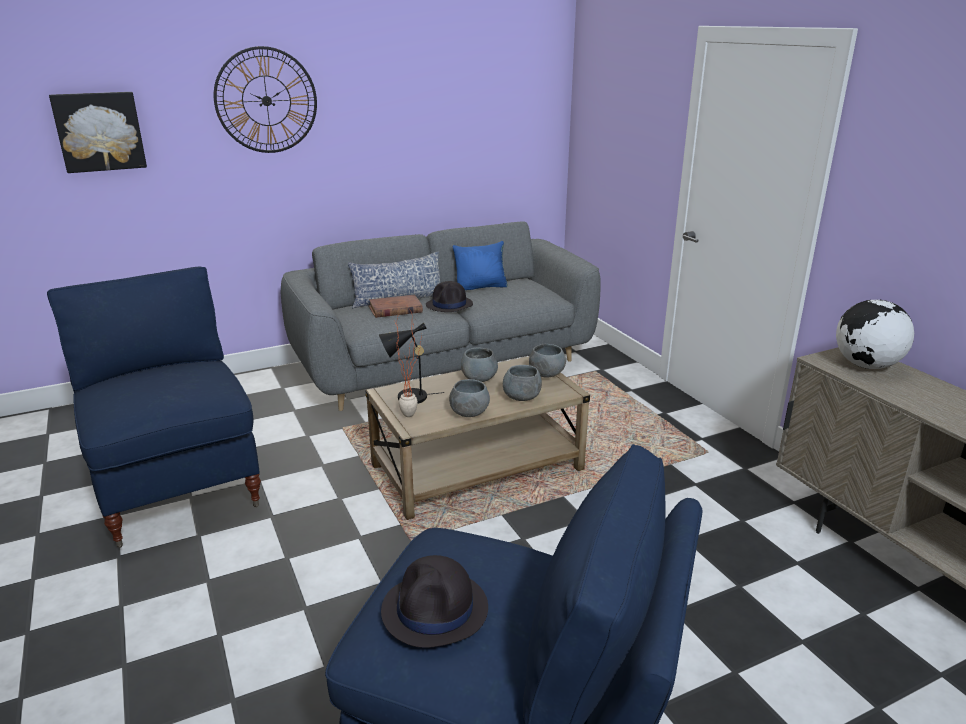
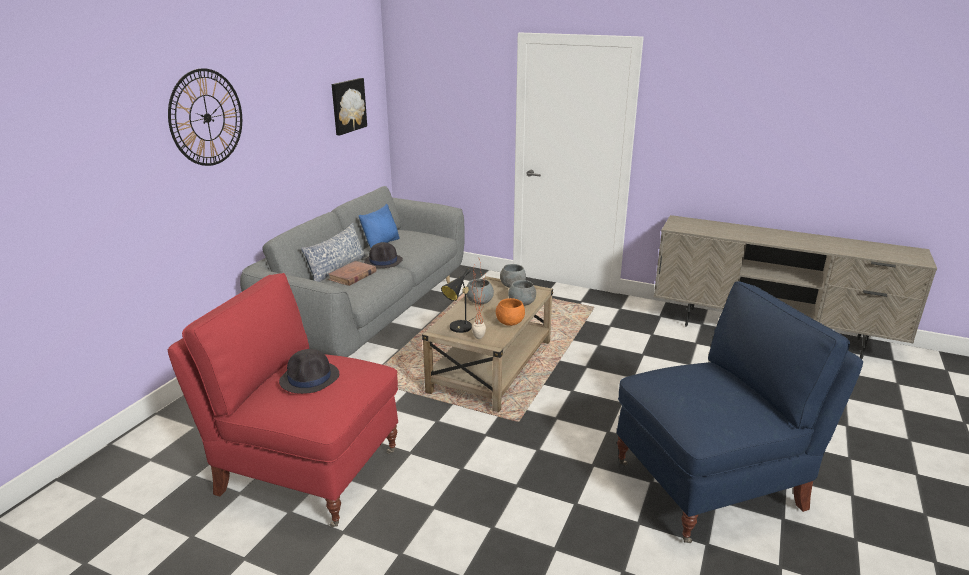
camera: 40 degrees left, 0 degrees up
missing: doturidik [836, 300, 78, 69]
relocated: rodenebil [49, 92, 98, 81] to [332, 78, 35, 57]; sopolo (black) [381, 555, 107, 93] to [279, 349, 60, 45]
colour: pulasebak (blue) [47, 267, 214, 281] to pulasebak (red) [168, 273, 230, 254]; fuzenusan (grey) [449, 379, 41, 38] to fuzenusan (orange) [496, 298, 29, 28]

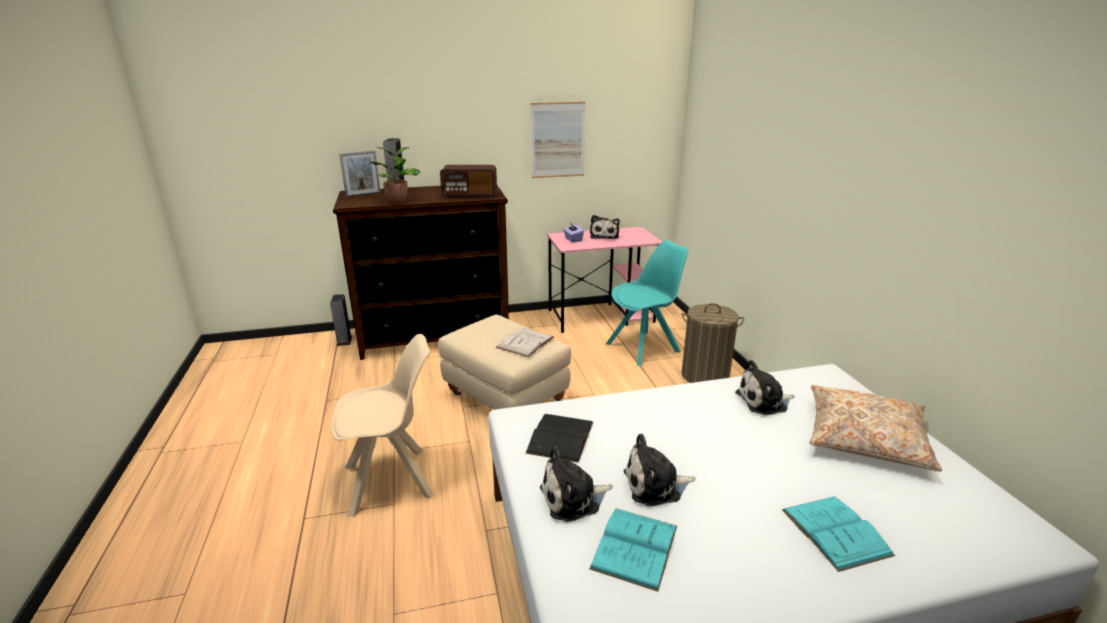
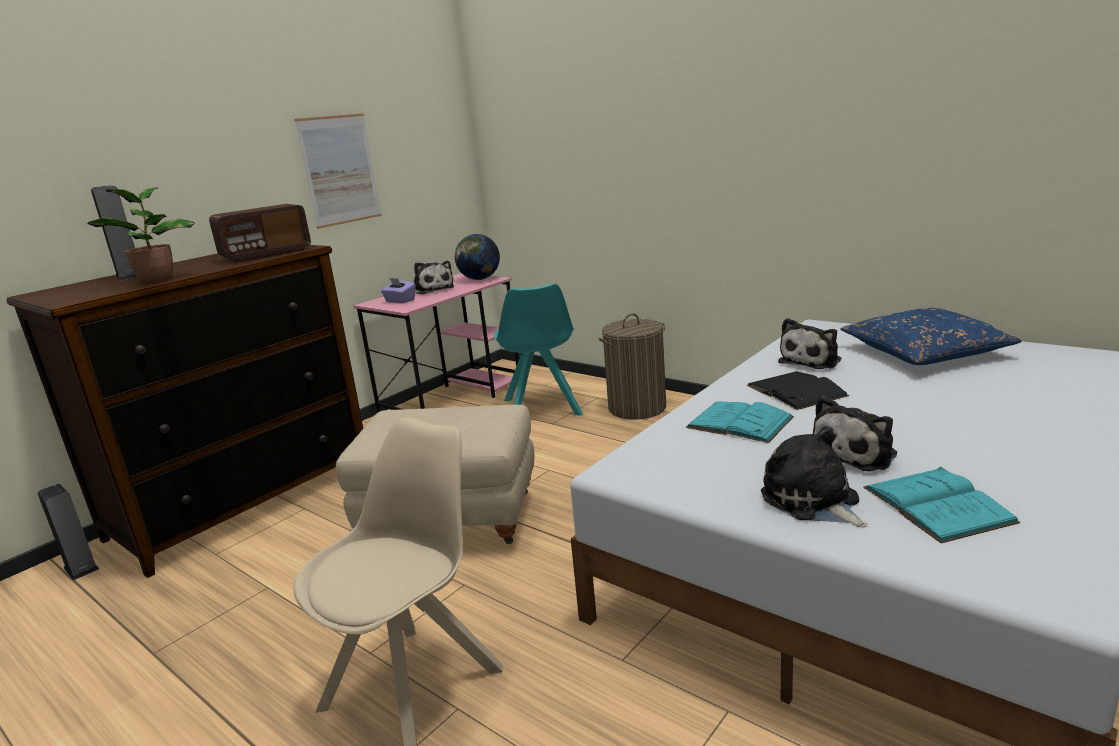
camera: 35 degrees left, 5 degrees down
missing: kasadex [339, 151, 42, 46]; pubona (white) [496, 328, 58, 29]
appeared: doturidik [455, 234, 45, 46]
relocated: pubona (black) [526, 414, 67, 49] to [747, 371, 102, 39]; pubona (turquoise) [782, 496, 113, 76] to [686, 401, 108, 42]
colour: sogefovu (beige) [810, 385, 132, 87] to sogefovu (blue) [840, 308, 182, 57]
spun: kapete [540, 447, 73, 75] = [761, 427, 107, 100] 120 degrees clockwise; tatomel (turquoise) [606, 240, 82, 126] = [494, 283, 89, 133] 150 degrees clockwise

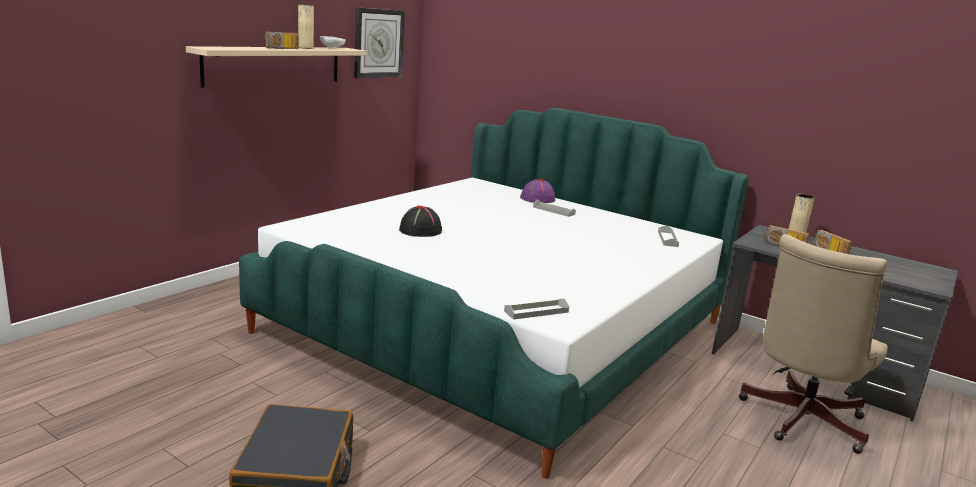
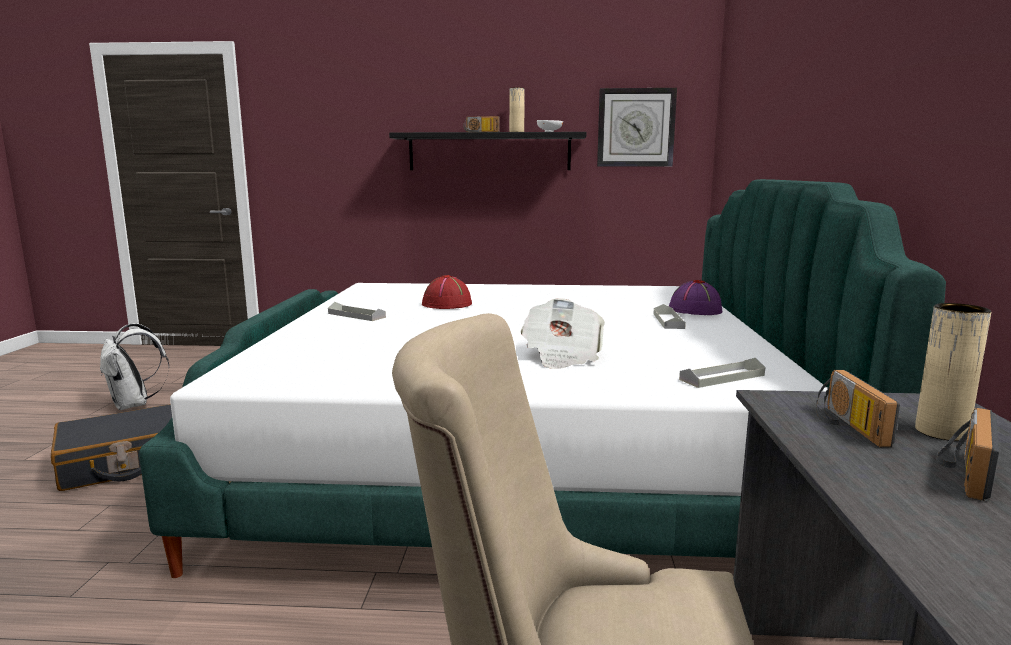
camera: 60 degrees right, 5 degrees down
appeared: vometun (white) [100, 323, 69, 87]; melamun [521, 298, 84, 71]
relocated: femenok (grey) [504, 299, 65, 21] to [328, 302, 58, 19]
colour: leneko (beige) [186, 46, 180, 42] to leneko (black) [389, 132, 198, 38]; sopolo (black) [399, 205, 43, 32] to sopolo (red) [422, 275, 50, 34]

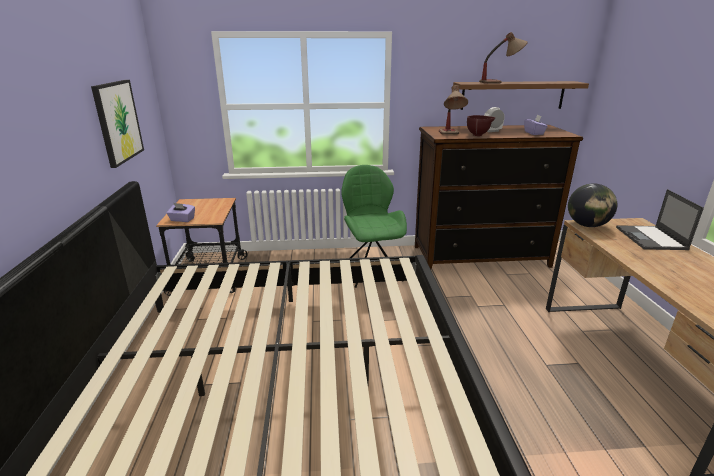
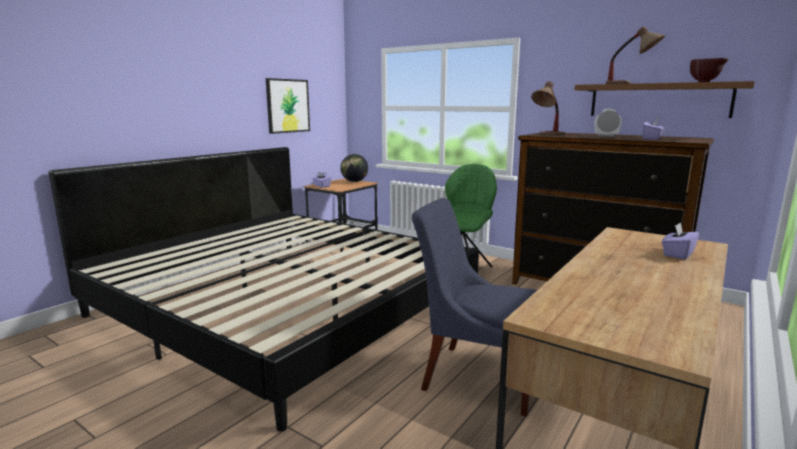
camera: 40 degrees right, 10 degrees down
appeared: tatomel (blue) [412, 198, 125, 219]
relocated: fuzenusan (brown) [467, 115, 28, 21] to [690, 58, 38, 24]; doturidik [568, 184, 49, 43] to [340, 154, 28, 28]
exchanged: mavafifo [616, 189, 88, 61] to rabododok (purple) [662, 222, 37, 38]

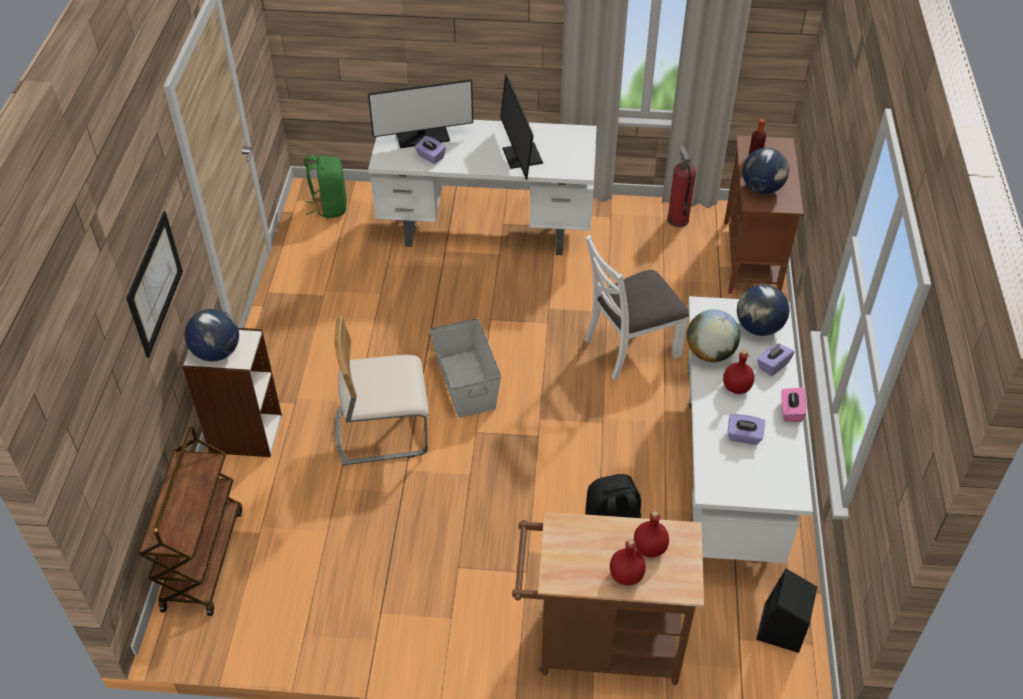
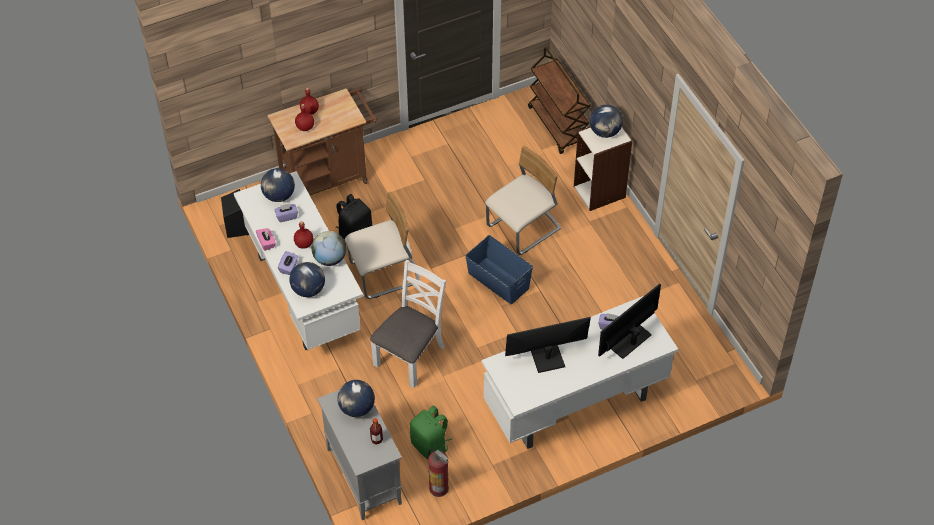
camera: 150 degrees right, 5 degrees up
missing: rodenebil [126, 211, 57, 147]
appeared: doturidik [261, 168, 34, 34]; tatomel (beige) [345, 192, 75, 107]
relocated: vometun (green) [305, 155, 42, 63] to [410, 405, 42, 54]
colour: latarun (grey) [429, 318, 72, 100] to latarun (blue) [465, 235, 68, 70]; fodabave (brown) [724, 135, 80, 159] to fodabave (grey) [317, 390, 85, 130]
spun: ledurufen [500, 74, 43, 106] = [505, 317, 86, 56] 60 degrees counterclockwise

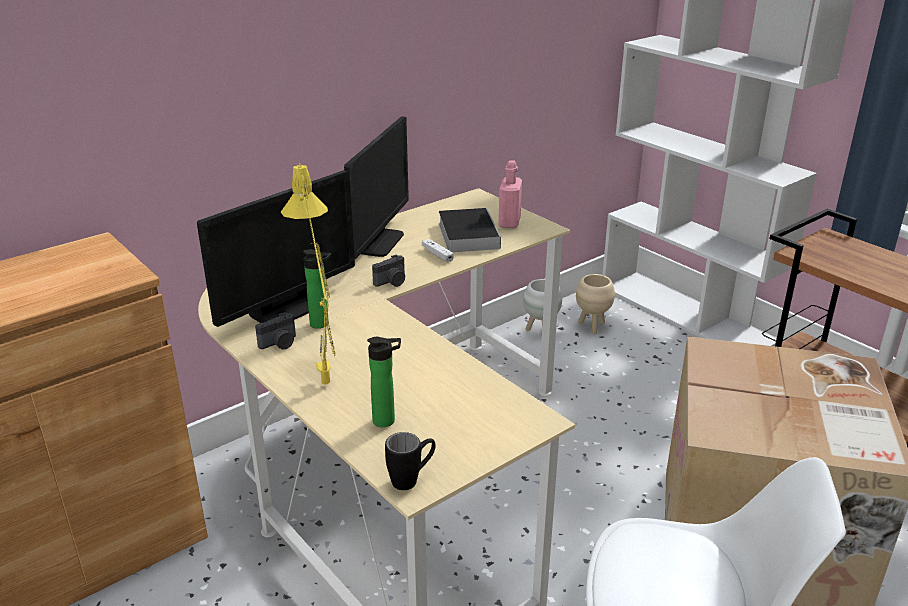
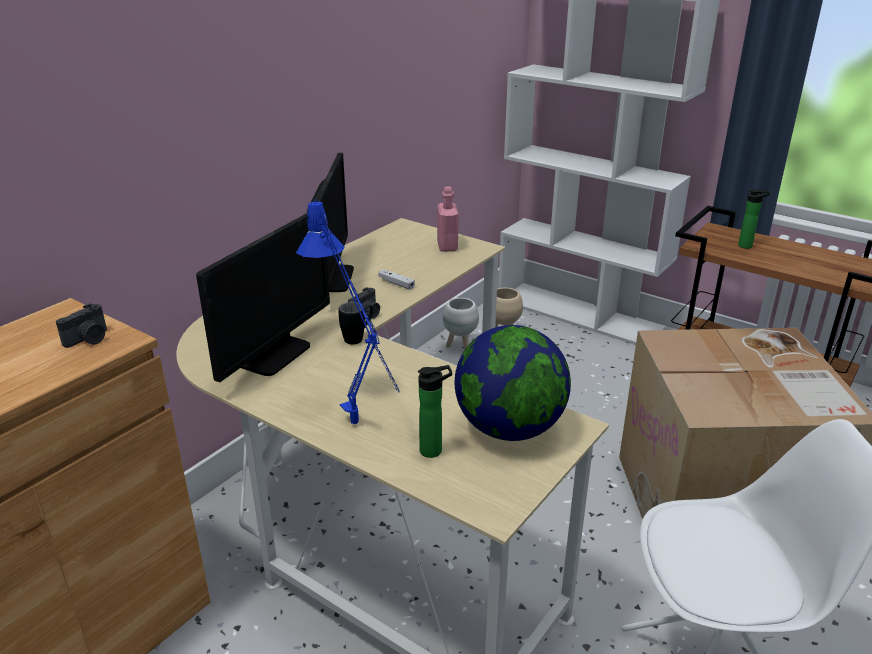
camera: 15 degrees left, 0 degrees up
missing: pubona [439, 208, 62, 44]
appeared: doturidik [455, 325, 116, 116]
relocated: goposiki [255, 312, 41, 37] to [56, 303, 51, 45]; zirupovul [303, 249, 28, 80] to [738, 189, 32, 60]; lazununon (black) [385, 432, 51, 58] to [338, 302, 35, 43]
colour: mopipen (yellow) [281, 162, 55, 222] to mopipen (blue) [296, 199, 103, 225]

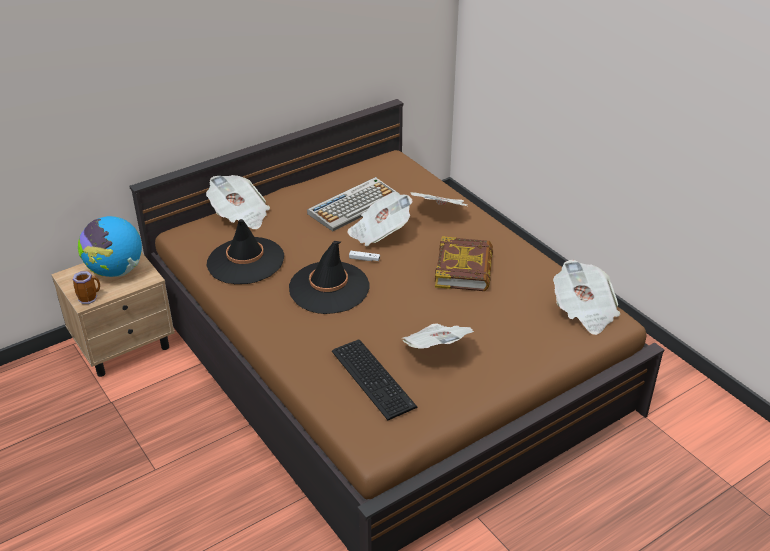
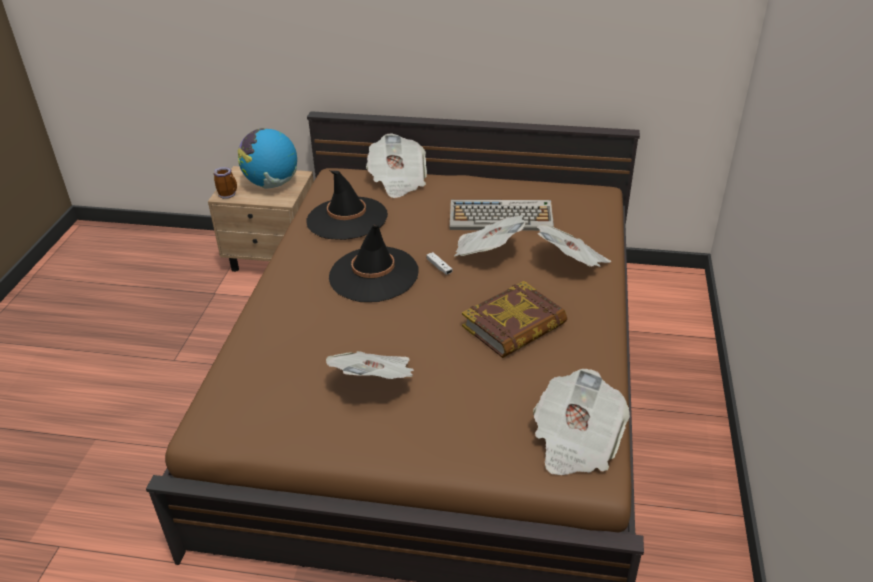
camera: 45 degrees right, 0 degrees up
missing: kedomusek [332, 340, 85, 80]

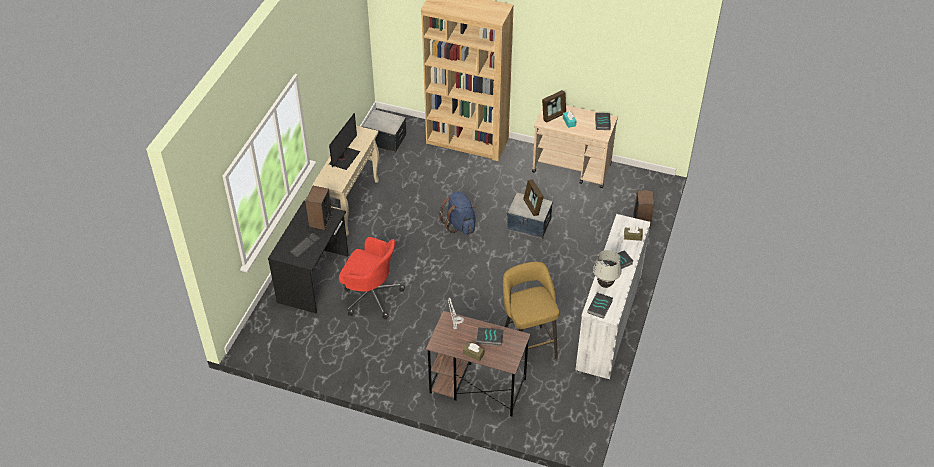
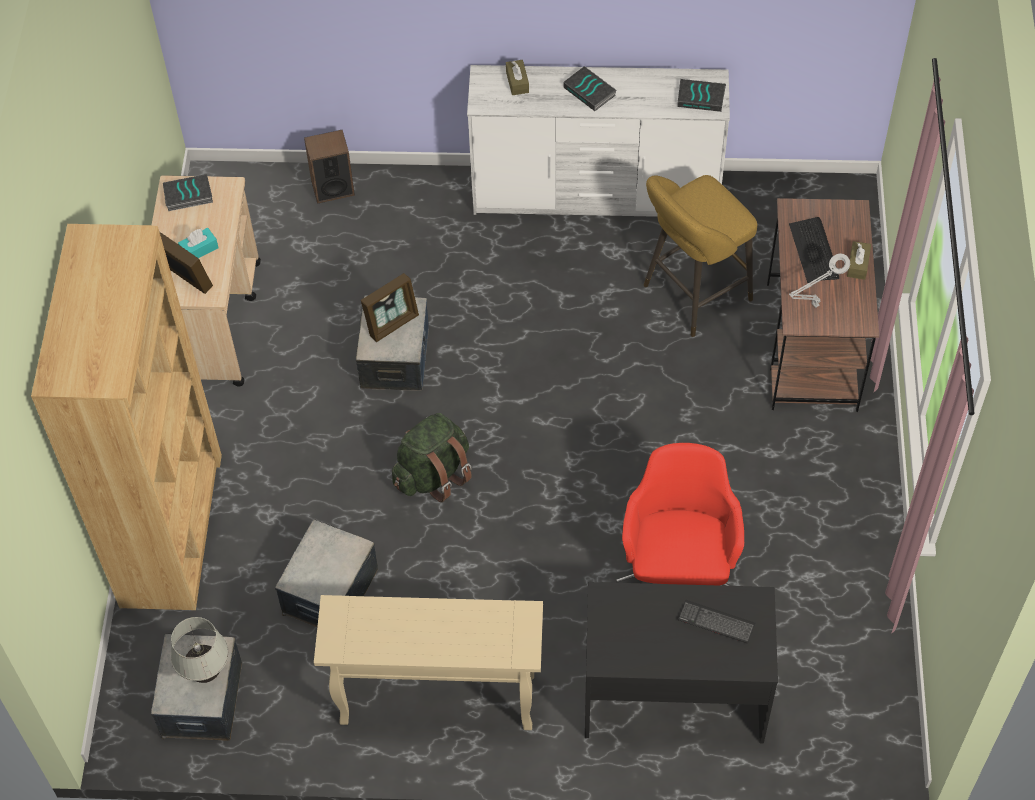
camera: 105 degrees left, 10 degrees up
missing: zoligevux [305, 186, 27, 44]; ledurufen [329, 113, 31, 57]
appeared: latarun [275, 519, 103, 108]
relocated: mopipen (white) [593, 250, 29, 38] to [171, 617, 58, 66]
exchanged: pubona [476, 327, 27, 19] to kedomusek [789, 217, 50, 66]
colour: vometun (blue) [439, 191, 37, 44] to vometun (green) [392, 413, 80, 89]

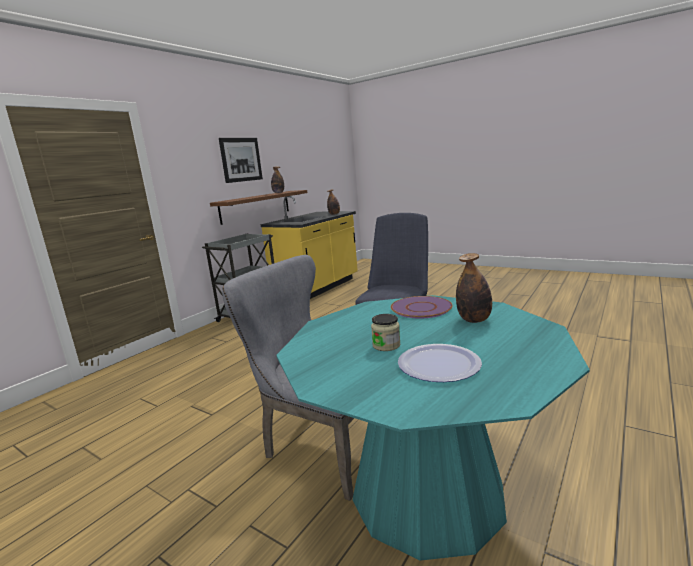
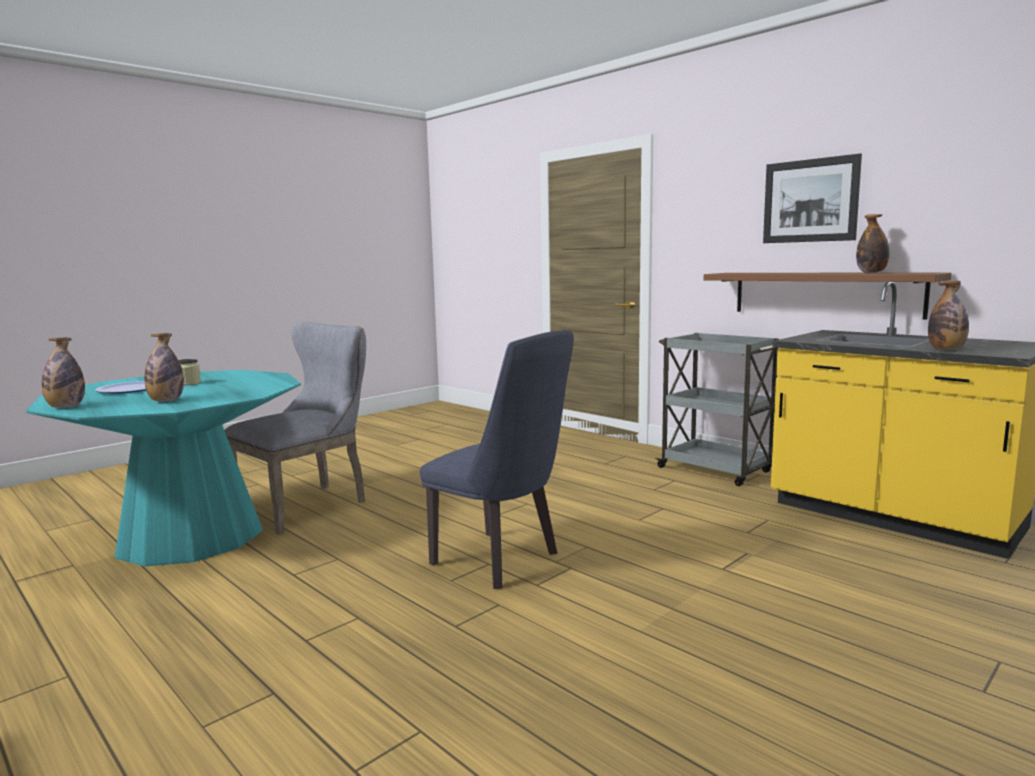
camera: 100 degrees right, 5 degrees down
missing: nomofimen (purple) [391, 296, 62, 23]
appeared: zirupovul [42, 338, 43, 70]

